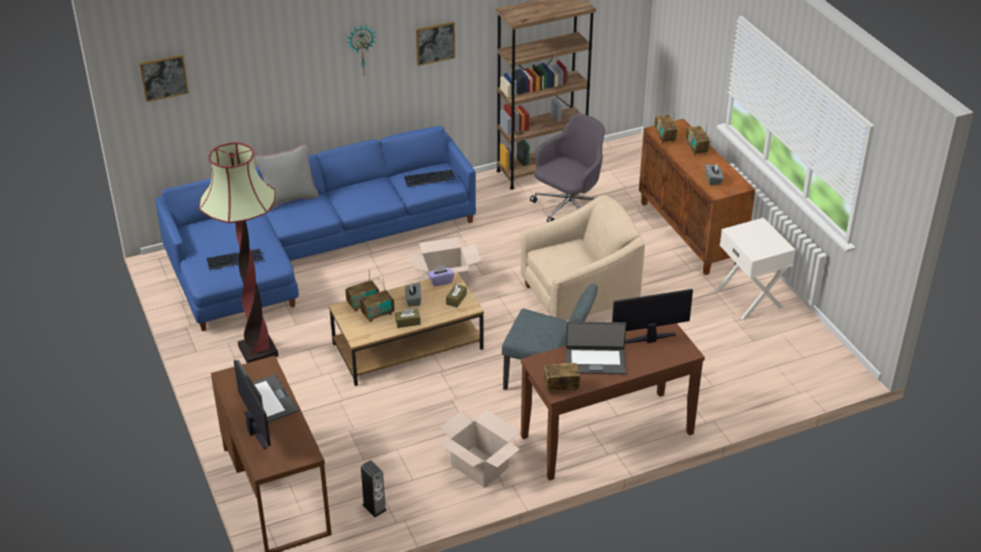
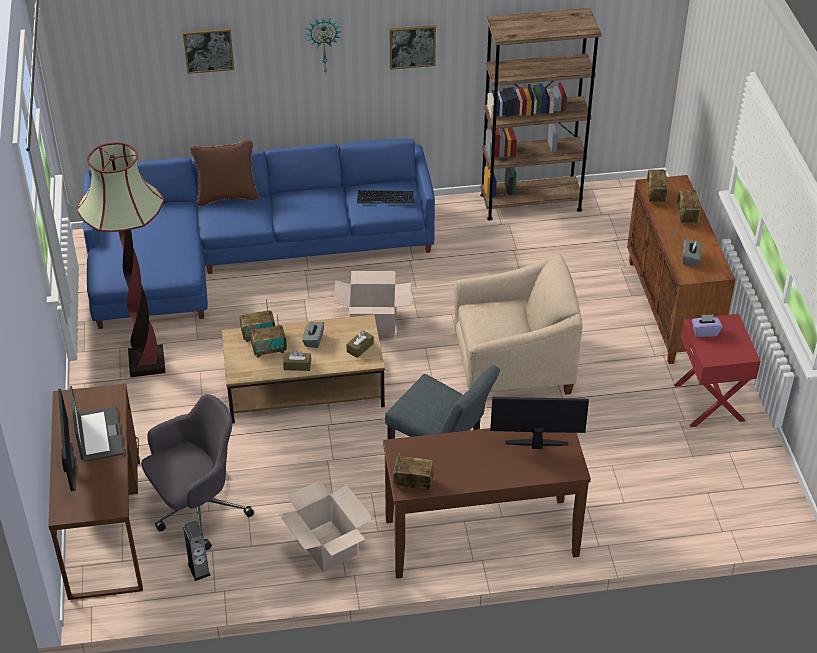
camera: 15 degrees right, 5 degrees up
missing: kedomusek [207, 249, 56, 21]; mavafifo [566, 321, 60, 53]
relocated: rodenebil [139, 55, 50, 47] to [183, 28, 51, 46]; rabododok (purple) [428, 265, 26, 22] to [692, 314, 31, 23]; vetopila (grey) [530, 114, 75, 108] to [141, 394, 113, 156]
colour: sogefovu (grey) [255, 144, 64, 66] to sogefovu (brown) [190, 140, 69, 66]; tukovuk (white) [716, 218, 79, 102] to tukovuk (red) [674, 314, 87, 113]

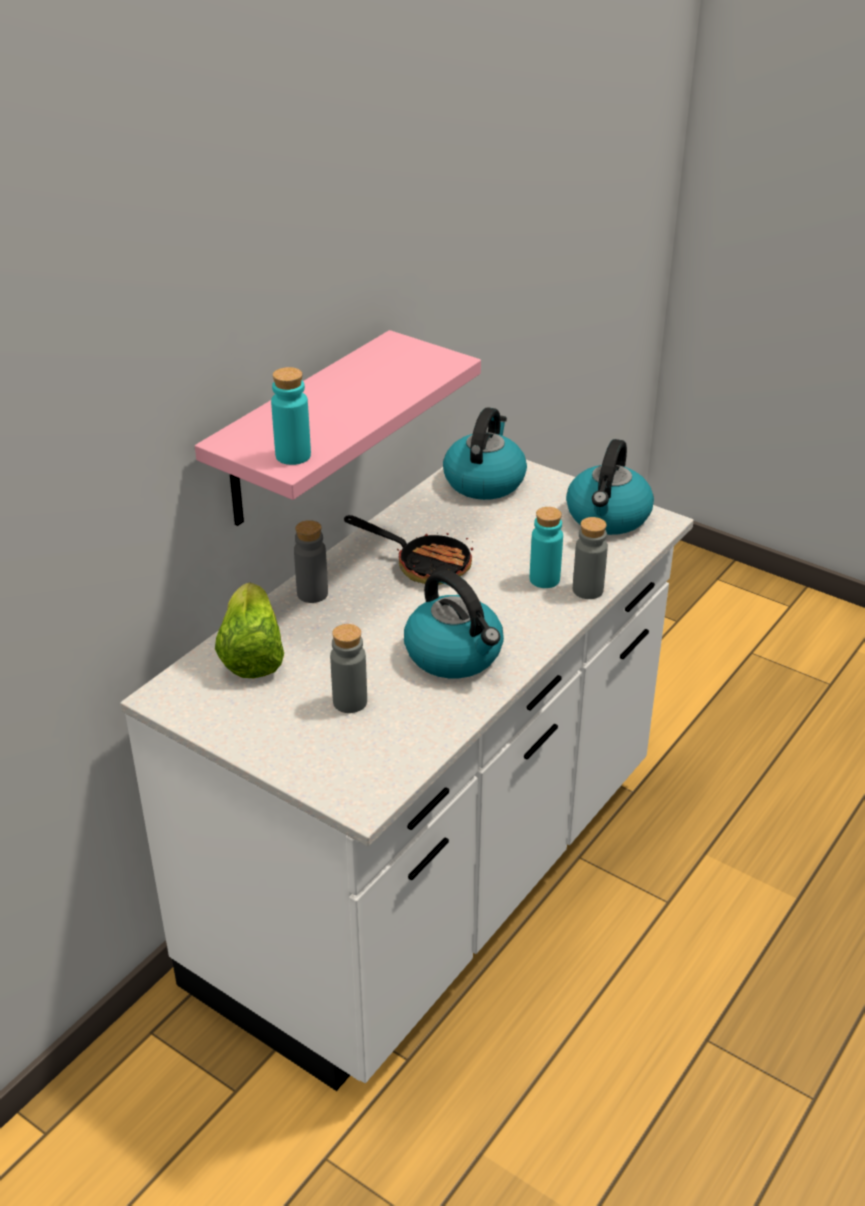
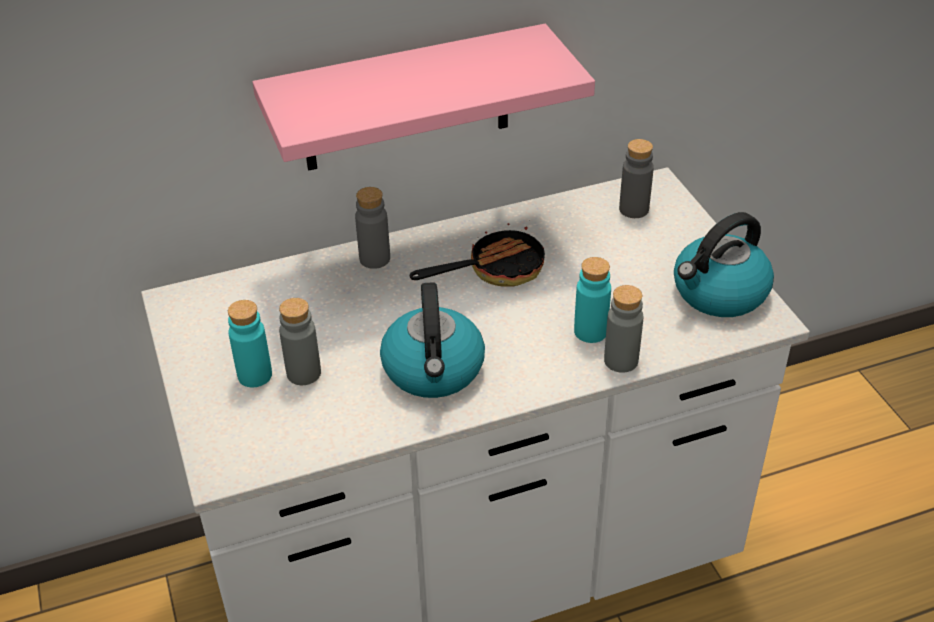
camera: 35 degrees right, 5 degrees up
missing: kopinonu [215, 582, 69, 96]
relocated: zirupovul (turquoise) [271, 367, 40, 98] to [228, 300, 44, 88]
exchanged: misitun [443, 407, 84, 93] to zirupovul (grey) [619, 139, 35, 79]
spun: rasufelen [344, 515, 129, 70] = [410, 220, 135, 67] 90 degrees counterclockwise

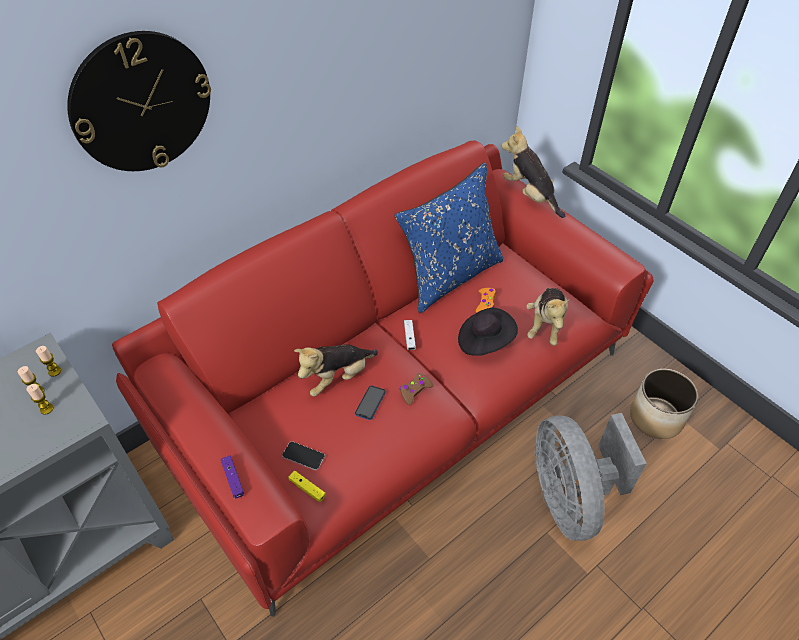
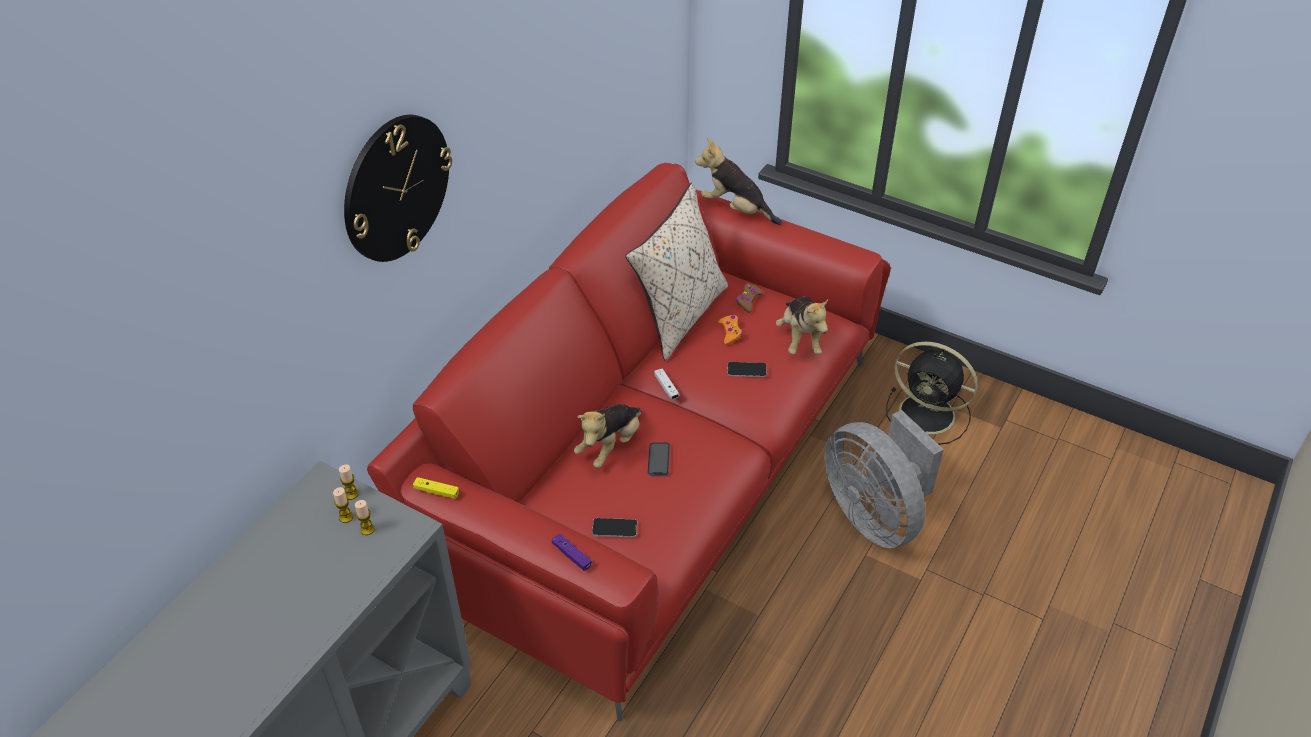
camera: 20 degrees left, 5 degrees down
relocated: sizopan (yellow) [288, 471, 38, 31] to [413, 477, 46, 22]; sizopan (brown) [400, 373, 34, 32] to [736, 283, 27, 30]
exchanged: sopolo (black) [458, 308, 60, 48] to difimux [727, 362, 40, 15]; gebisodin [630, 369, 68, 70] to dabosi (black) [886, 342, 92, 103]
colour: sogefovu (blue) [394, 162, 110, 151] to sogefovu (beige) [626, 182, 102, 179]

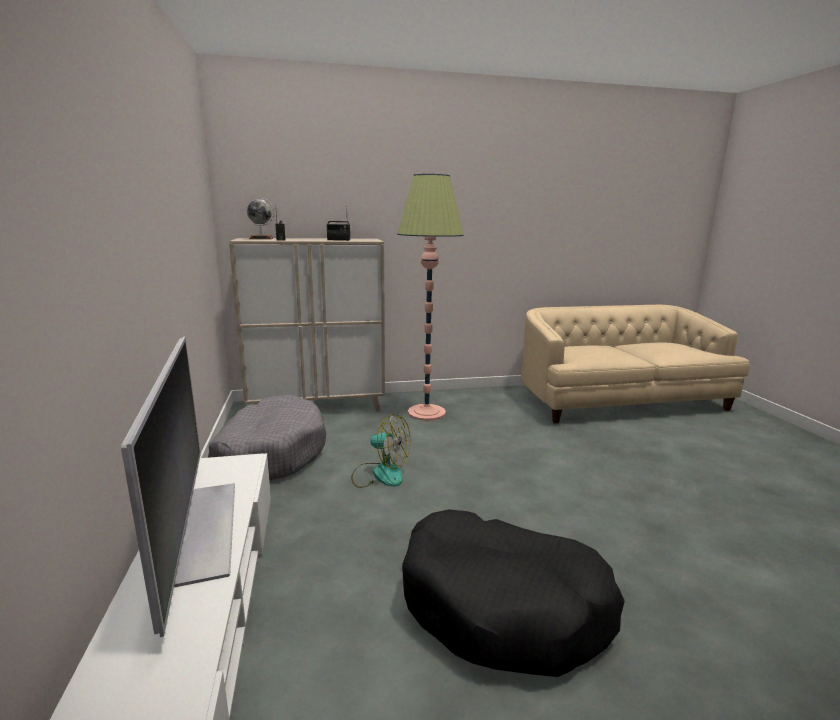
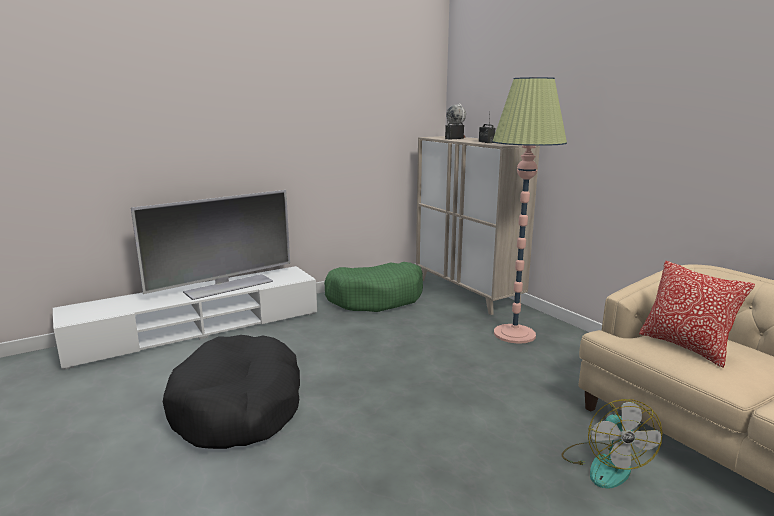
camera: 70 degrees right, 0 degrees up
appeared: sogefovu [639, 261, 116, 107]
relocated: dabosi [351, 414, 59, 74] to [561, 399, 101, 90]
colour: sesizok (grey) [208, 395, 118, 85] to sesizok (green) [324, 262, 99, 50]

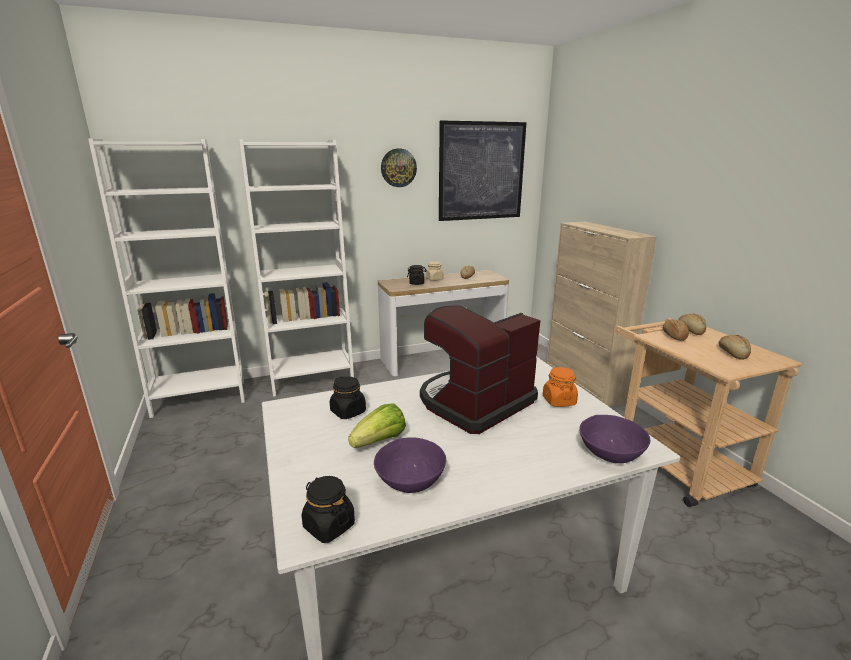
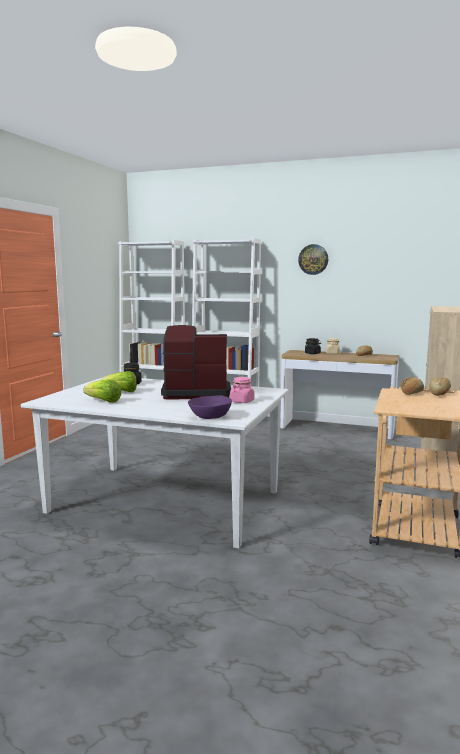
camera: 40 degrees right, 10 degrees down
missing: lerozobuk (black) [302, 476, 53, 67]; rodenebil [439, 120, 88, 101]; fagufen [718, 335, 33, 25]
exchanged: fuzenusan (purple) [374, 437, 72, 56] to kopinonu [83, 380, 38, 22]
colour: lerozobuk (orange) [543, 367, 35, 40] to lerozobuk (pink) [230, 377, 24, 26]

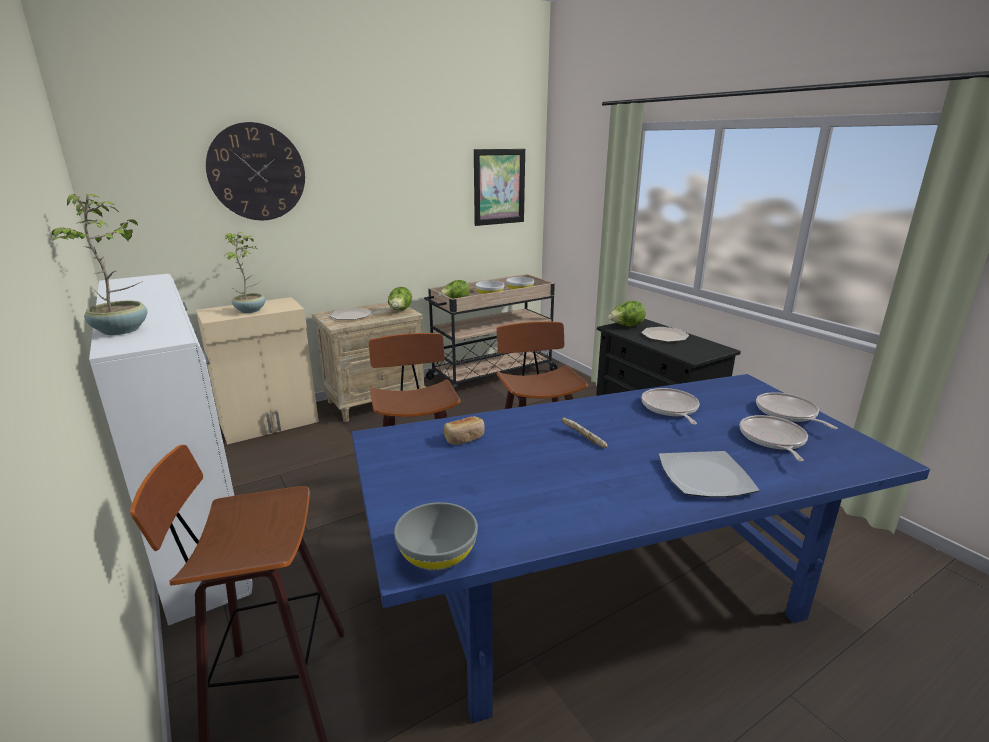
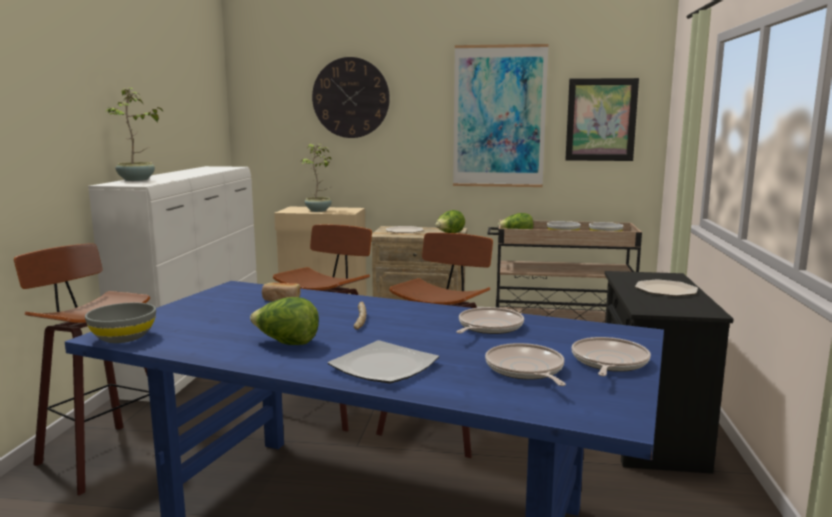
camera: 40 degrees right, 10 degrees down
appeared: rodenebil [453, 44, 96, 143]
relocated: kopinonu [608, 301, 38, 26] to [250, 297, 69, 48]
spun: rasufelen [740, 415, 68, 46] = [485, 343, 81, 43] 60 degrees counterclockwise

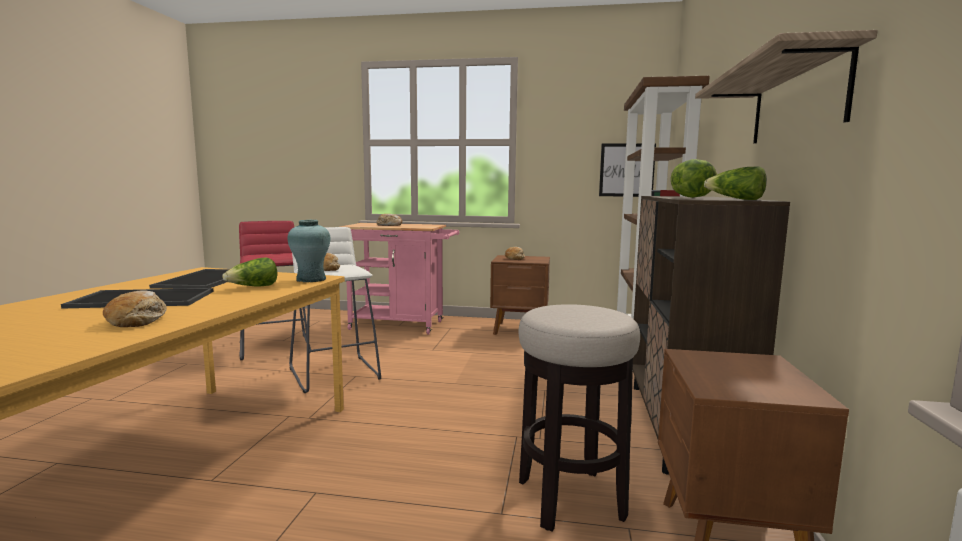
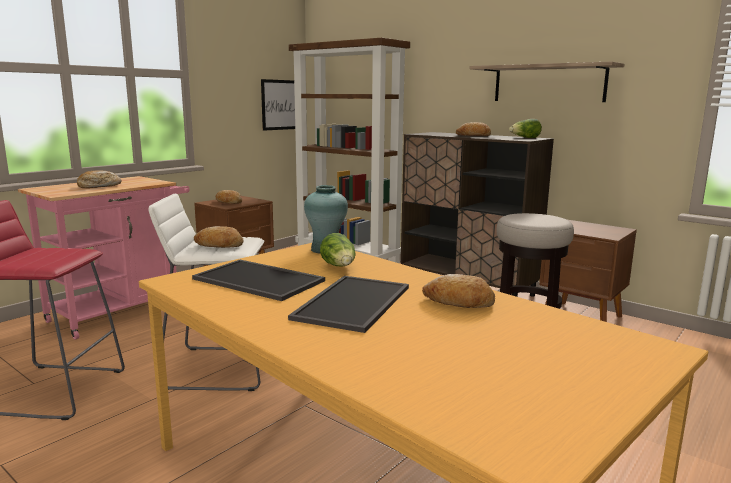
camera: 60 degrees left, 5 degrees up
exchanged: kopinonu [671, 159, 47, 39] to fagufen [456, 122, 35, 14]

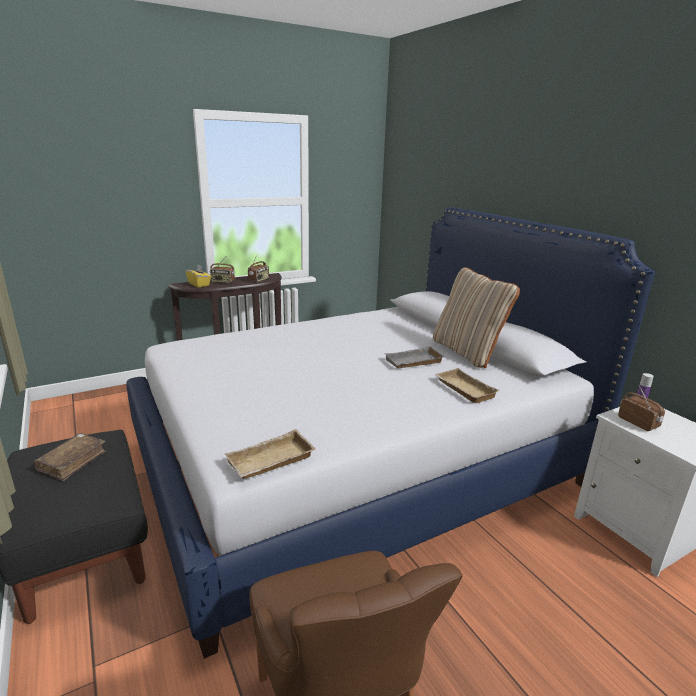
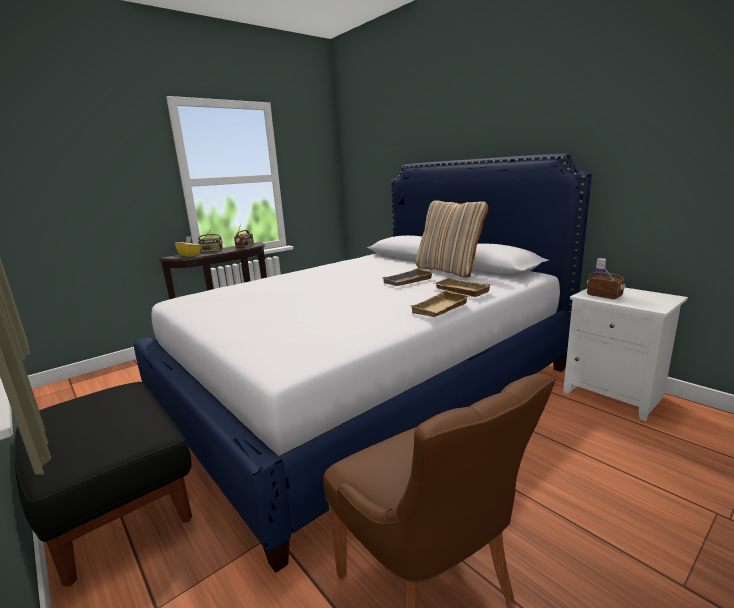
camera: 10 degrees left, 5 degrees down
missing: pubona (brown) [34, 433, 72, 48]
relocated: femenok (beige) [225, 429, 90, 50] to [411, 290, 59, 27]

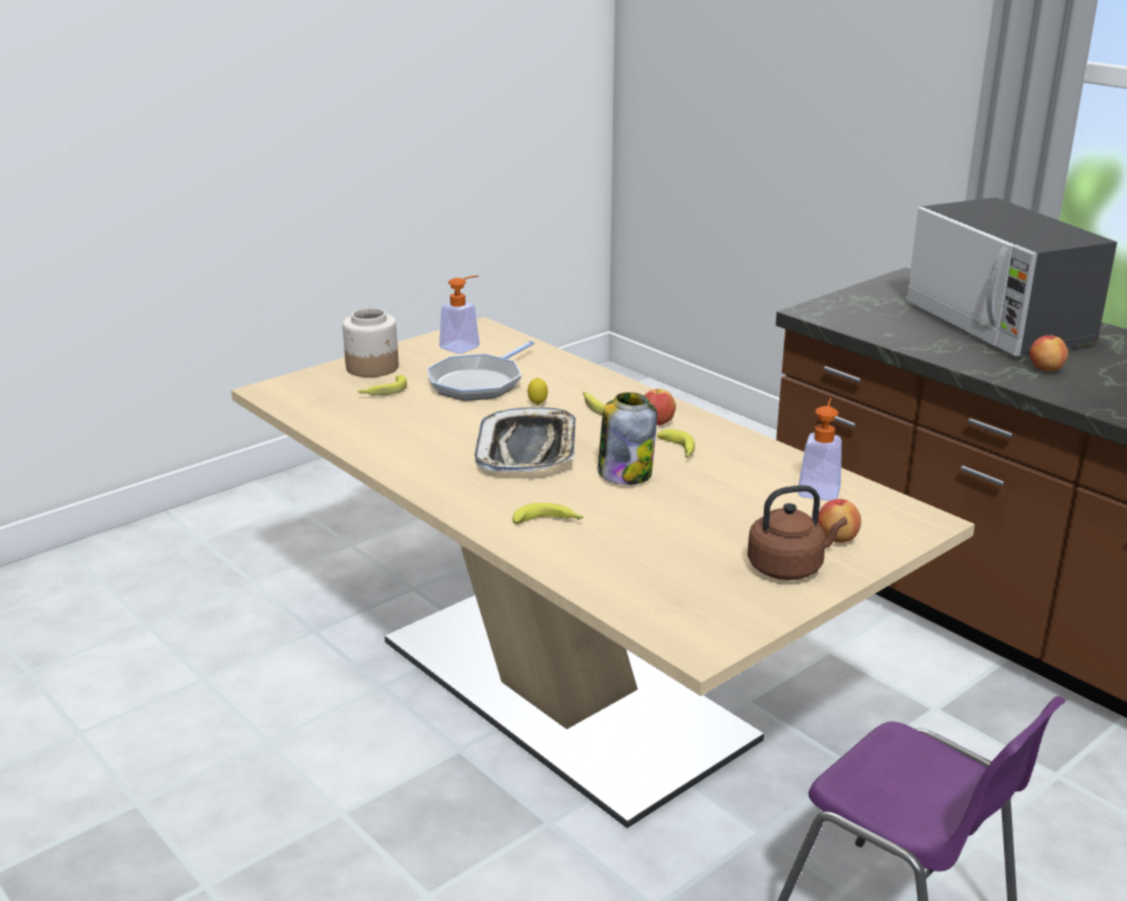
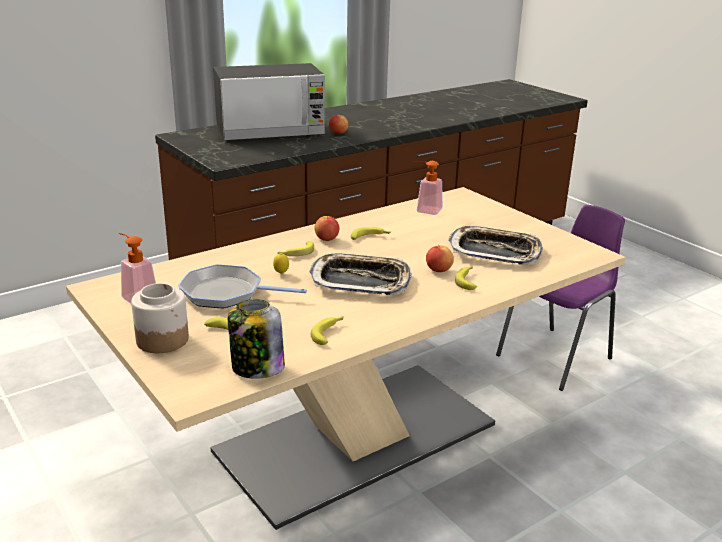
camera: 85 degrees left, 0 degrees up
missing: misitun (brown) [747, 485, 100, 95]
appeared: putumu [311, 316, 33, 29]; femenok [448, 226, 95, 39]
relocated: lerozobuk [598, 392, 59, 93] to [228, 299, 57, 80]; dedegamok [817, 498, 44, 45] to [426, 245, 28, 27]
spun: rasufelen [427, 341, 107, 60] = [178, 264, 129, 44] 150 degrees clockwise

